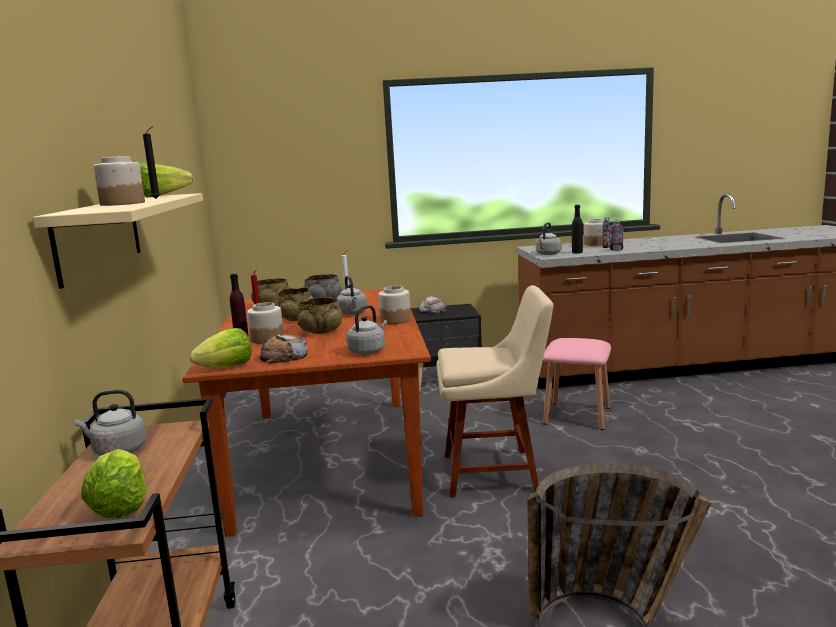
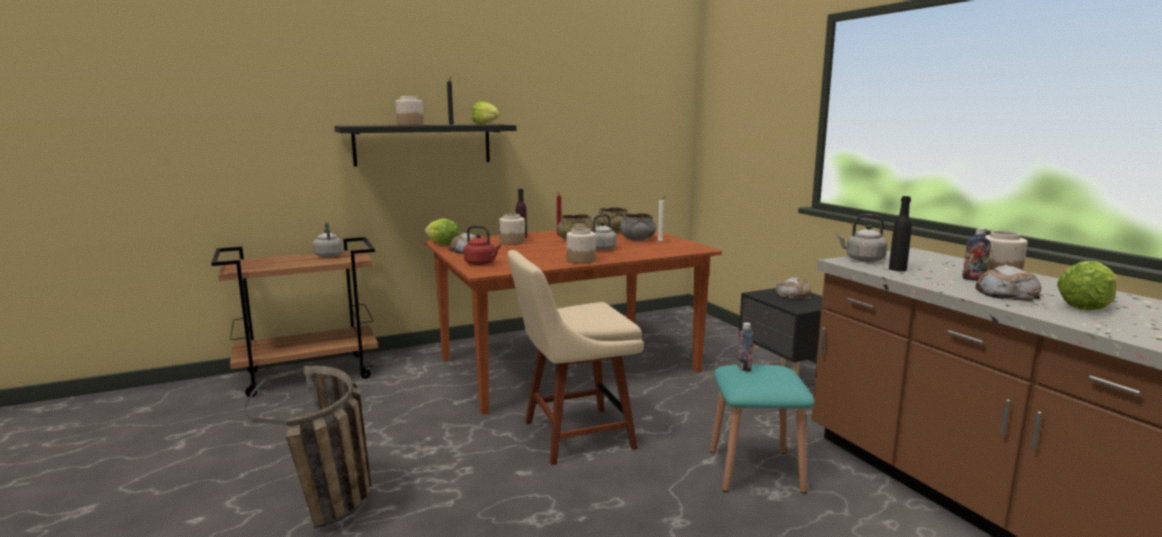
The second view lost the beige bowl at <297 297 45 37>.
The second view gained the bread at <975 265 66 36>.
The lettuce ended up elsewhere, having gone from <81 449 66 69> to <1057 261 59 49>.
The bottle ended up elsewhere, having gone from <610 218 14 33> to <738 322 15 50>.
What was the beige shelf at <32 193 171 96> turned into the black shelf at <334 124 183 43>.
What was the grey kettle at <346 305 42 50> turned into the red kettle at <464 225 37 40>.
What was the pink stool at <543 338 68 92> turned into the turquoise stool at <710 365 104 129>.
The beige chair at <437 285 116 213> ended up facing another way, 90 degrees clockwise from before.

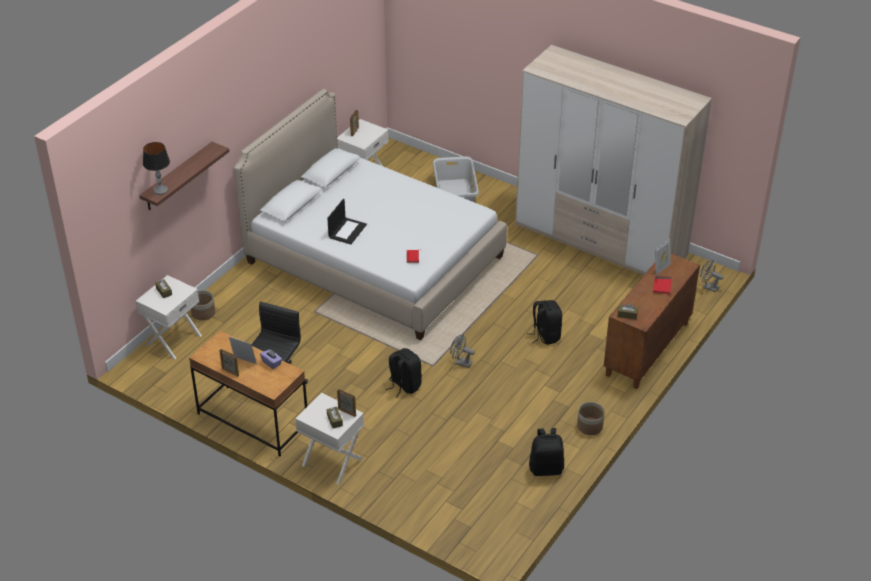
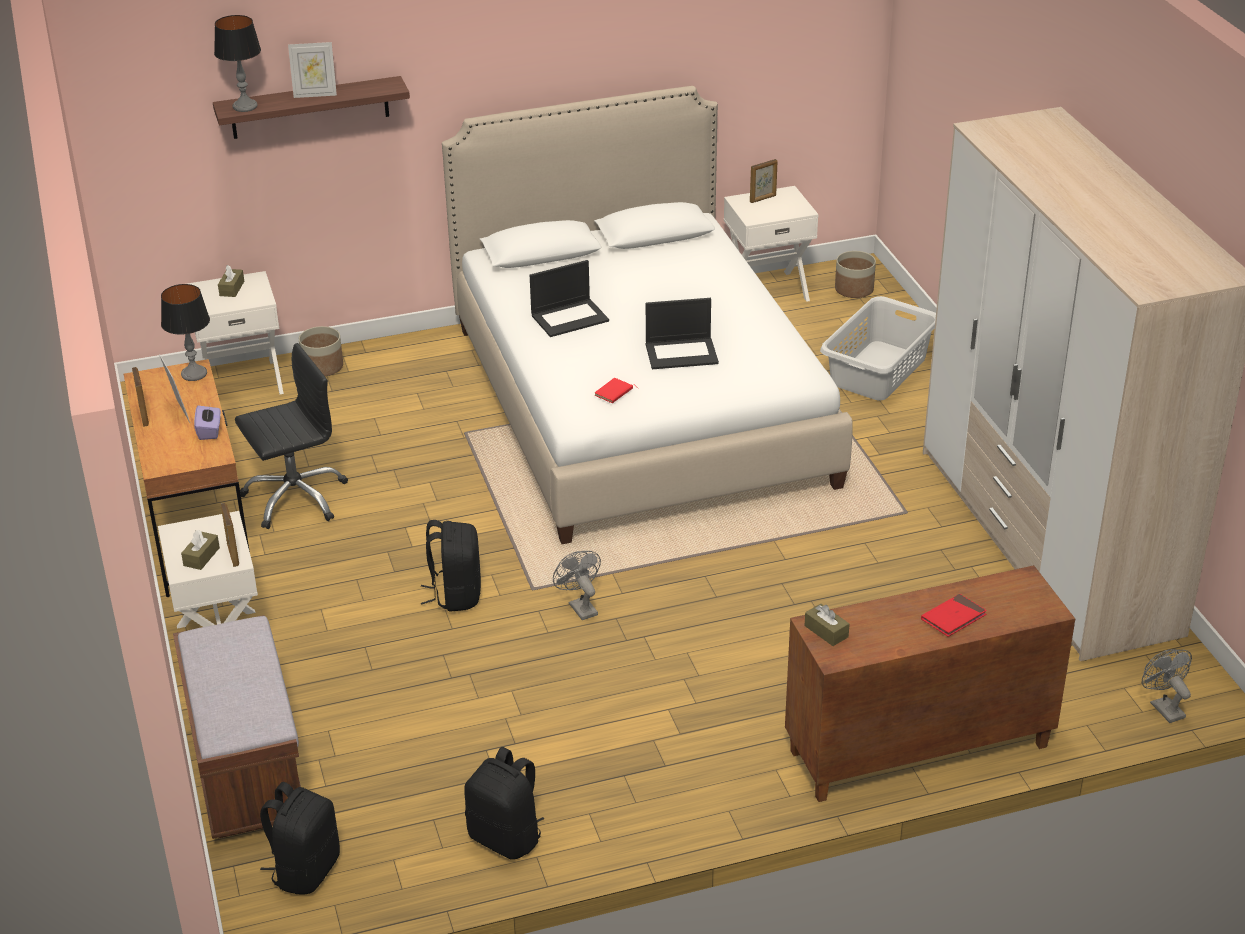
The second view gained the table lamp at <161 284 49 97>.
The second view gained the brown bench at <173 615 128 224>.
The second view gained the laptop at <646 298 73 71>.
The black backpack ended up elsewhere, having gone from <527 300 35 45> to <260 782 80 113>.
The planter ended up elsewhere, having gone from <577 402 28 33> to <835 251 41 47>.
The picture frame ended up elsewhere, having gone from <655 239 16 36> to <288 42 49 56>.

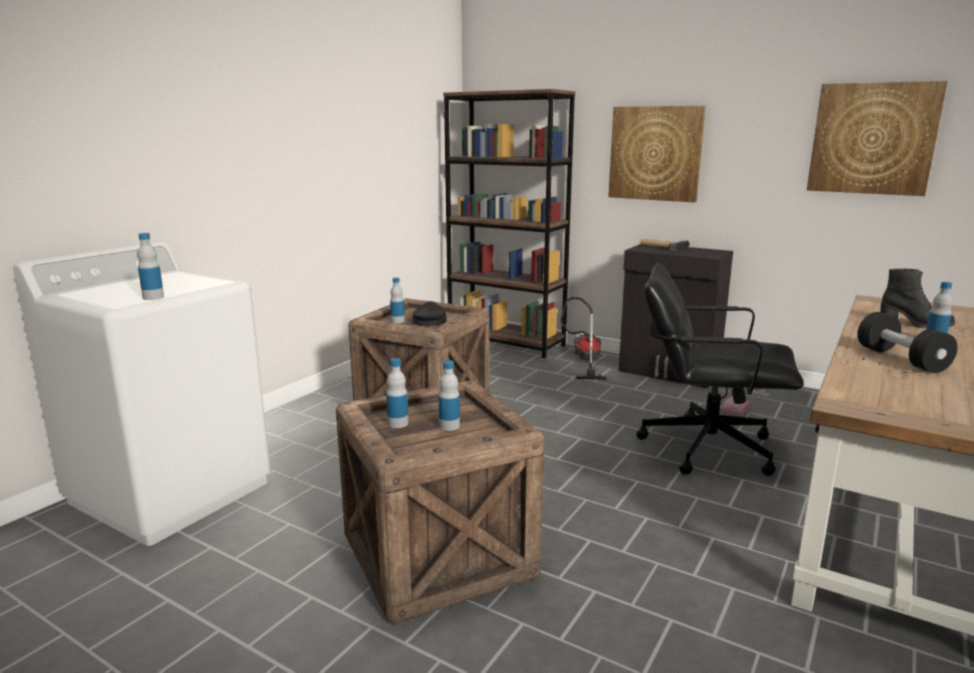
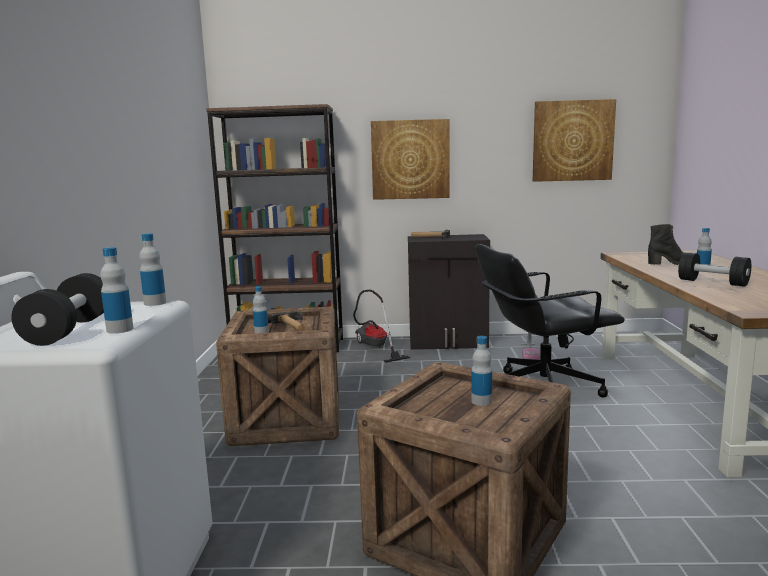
The second view gained the black dumbbell at <11 273 93 73>.
The bottle ended up elsewhere, having gone from <386 358 22 70> to <140 233 26 73>.
Where the black cap stood at <412 301 35 25>, the hammer came to stand at <268 311 37 20>.

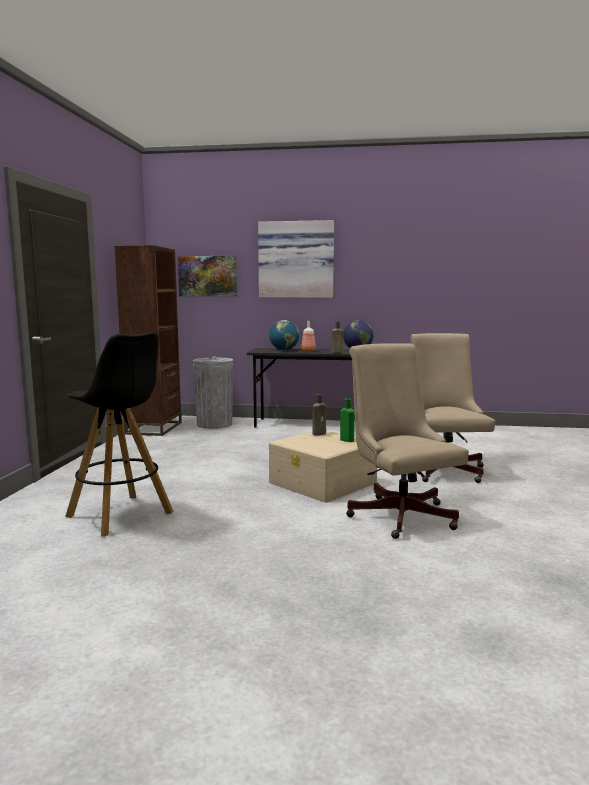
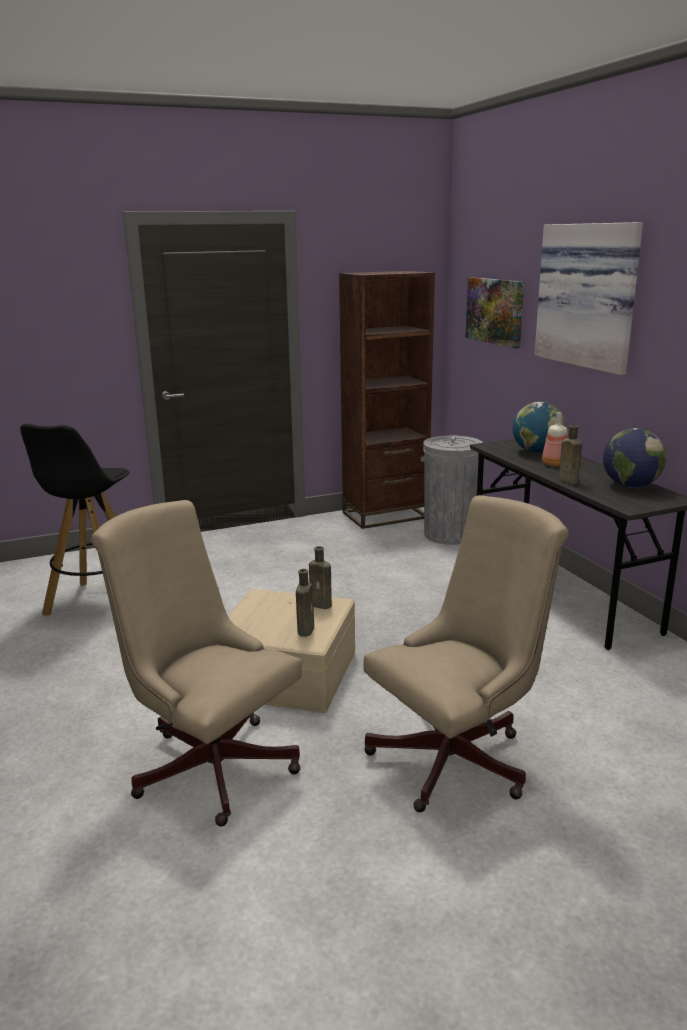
What was the green bottle at <340 398 15 44> turned into the brown bottle at <296 569 18 68>.
The beige office chair at <346 343 123 196> ended up facing another way, 90 degrees counterclockwise from before.

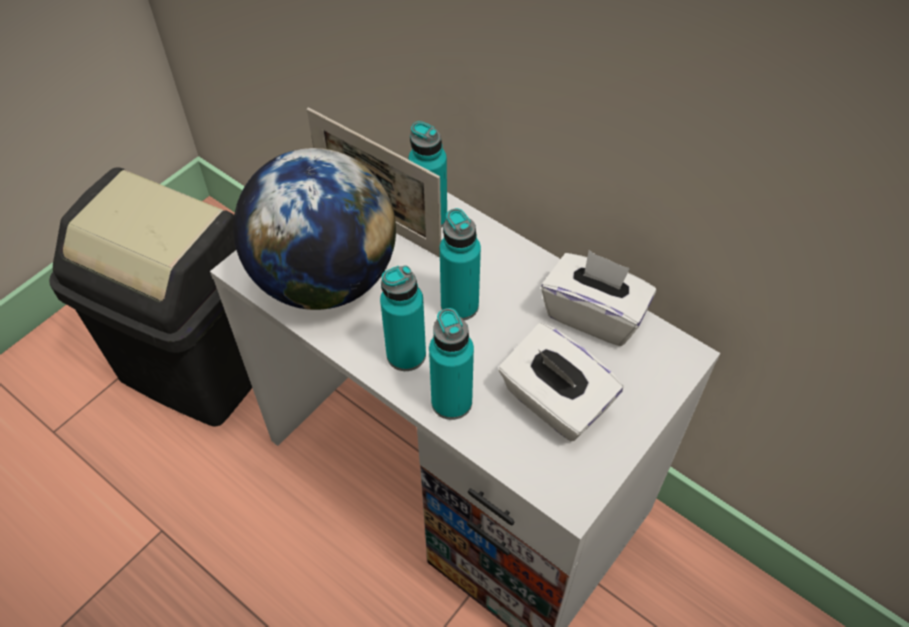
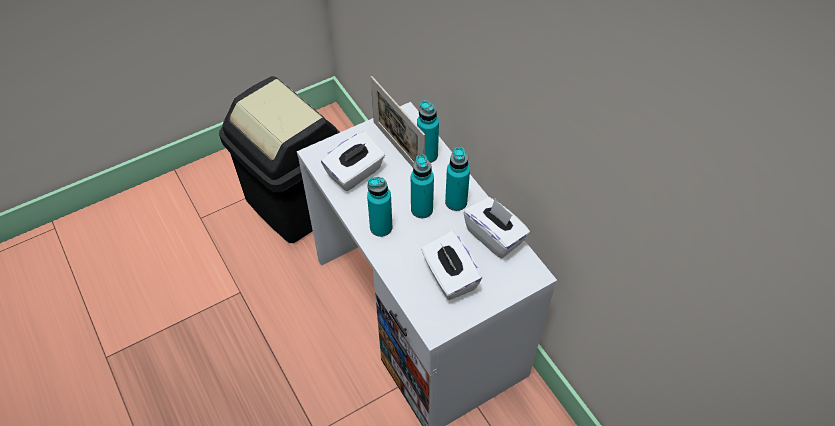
The turquoise bottle ended up elsewhere, having gone from <429 308 45 112> to <445 147 25 64>.
Where the globe stood at <233 148 163 162>, the white tissue box came to stand at <321 131 64 60>.

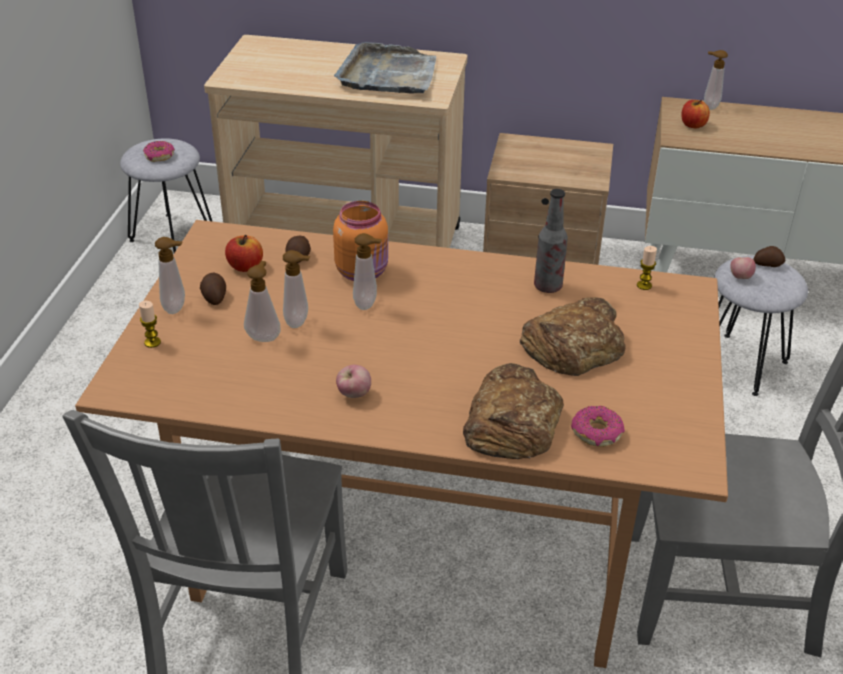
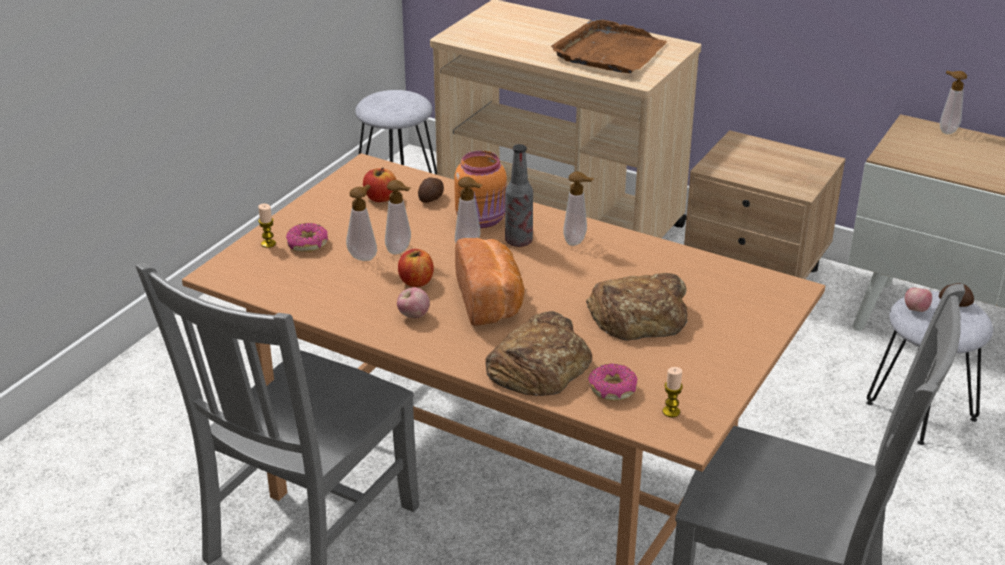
The second view lost the potato at <200 273 26 32>.
The second view gained the bread at <455 238 69 88>.
The donut ended up elsewhere, having gone from <143 141 32 21> to <286 223 42 29>.
The soap dispenser ended up elsewhere, having gone from <155 237 30 77> to <563 172 31 74>.
The bottle ended up elsewhere, having gone from <534 189 34 104> to <505 144 28 103>.
The candle ended up elsewhere, having gone from <637 246 20 44> to <662 367 21 51>.
The apple ended up elsewhere, having gone from <681 100 29 29> to <398 249 36 38>.
What was the grey tray at <334 42 102 51> turned into the brown tray at <551 19 116 55>.

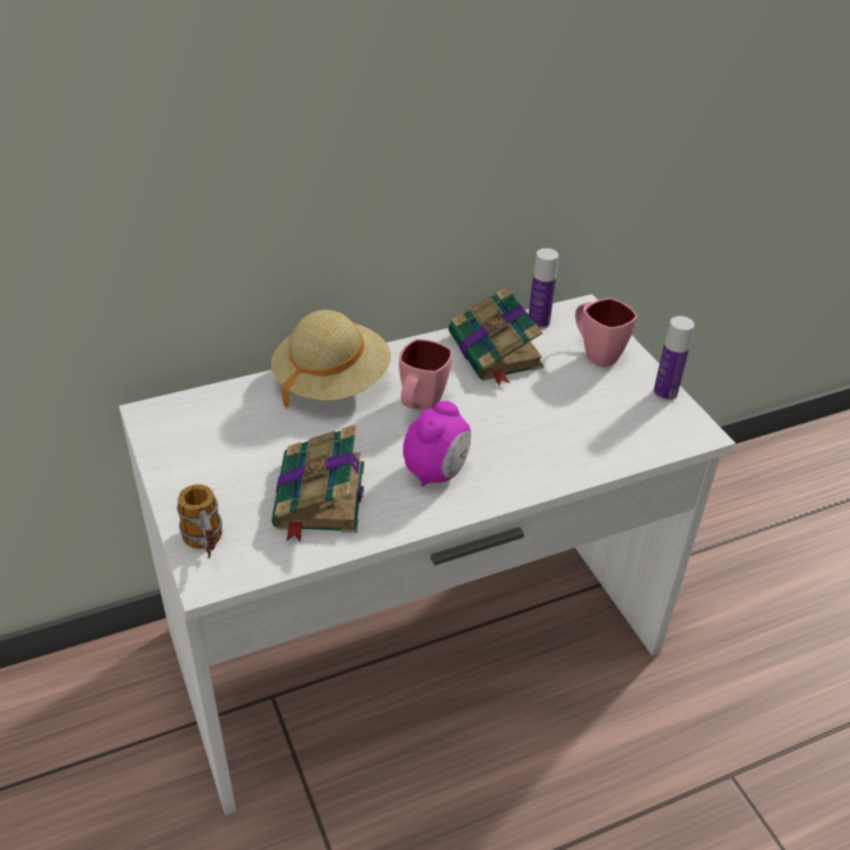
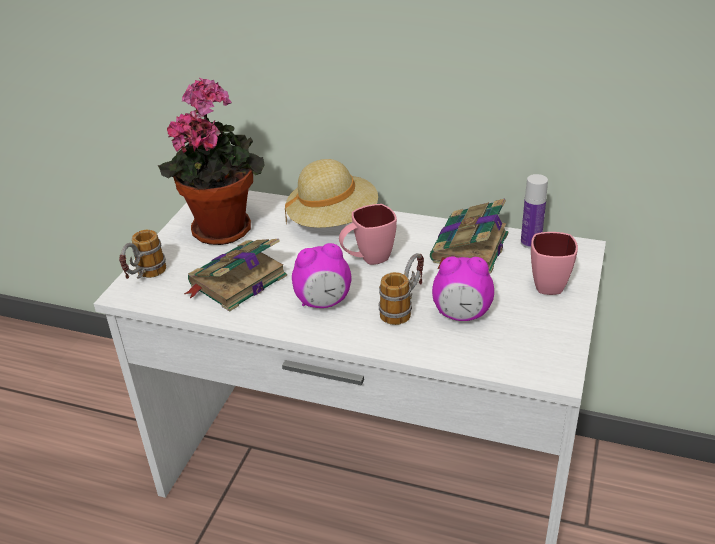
The second view lost the bottle at <653 316 42 85>.
The second view gained the potted plant at <158 78 107 167>.
The second view gained the mug at <379 253 45 72>.
The second view gained the alarm clock at <432 257 62 64>.

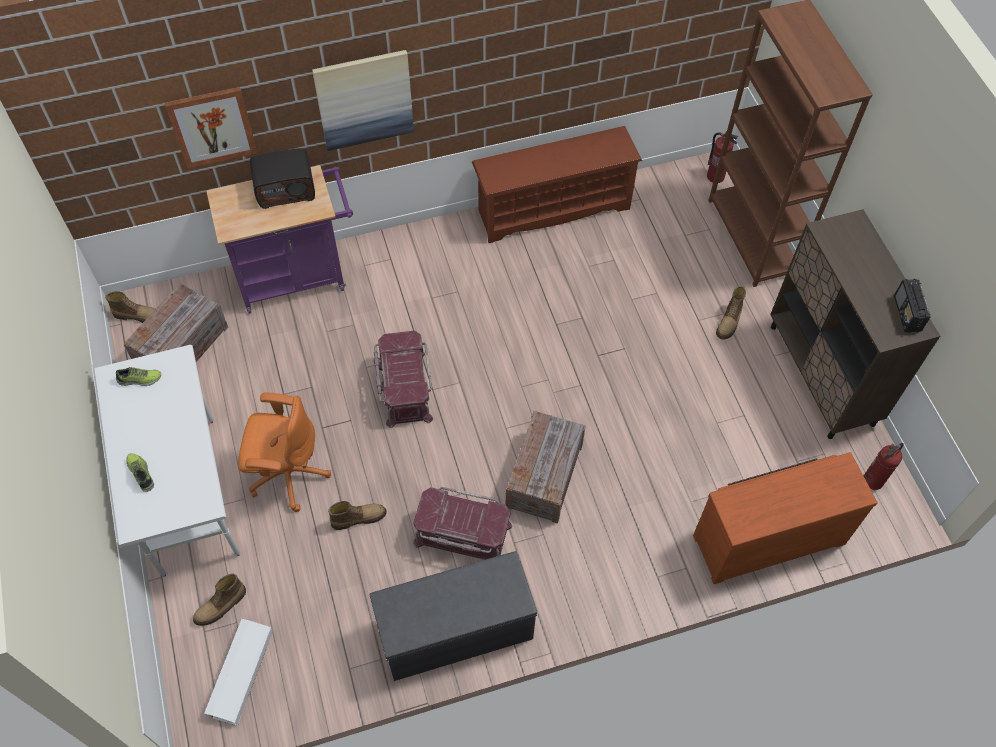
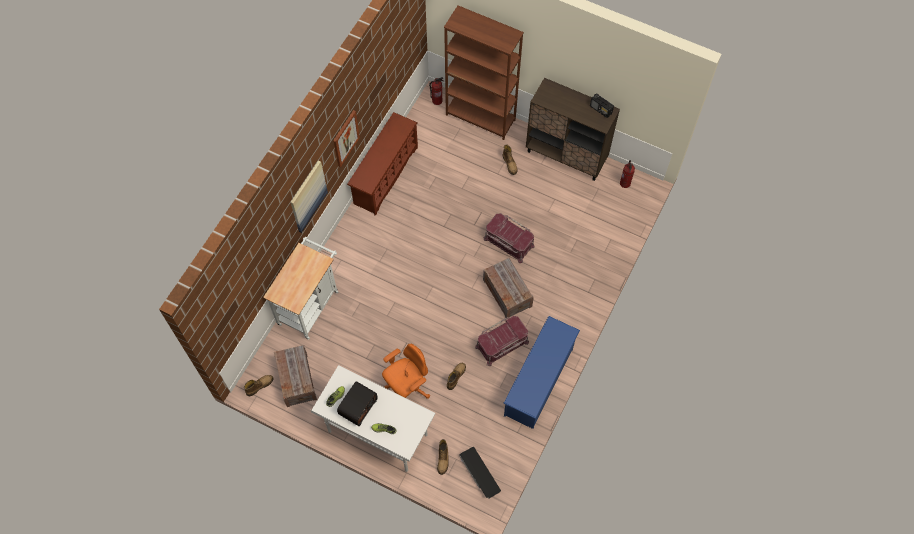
The second view lost the brown dresser at <693 452 185 132>.
The picture ended up elsewhere, having gone from <165 87 92 82> to <333 110 27 58>.
The radio ended up elsewhere, having gone from <250 148 65 61> to <337 381 40 45>.
The red storage box ended up elsewhere, having gone from <374 330 59 98> to <484 213 51 50>.
Where the grey bench stood at <370 551 167 130>, the blue shoe rack came to stand at <504 316 76 113>.
What was the white storage box at <204 619 69 107> turned into the black storage box at <459 446 42 52>.
What was the purple cart at <206 165 147 149> turned into the white cart at <263 237 75 103>.

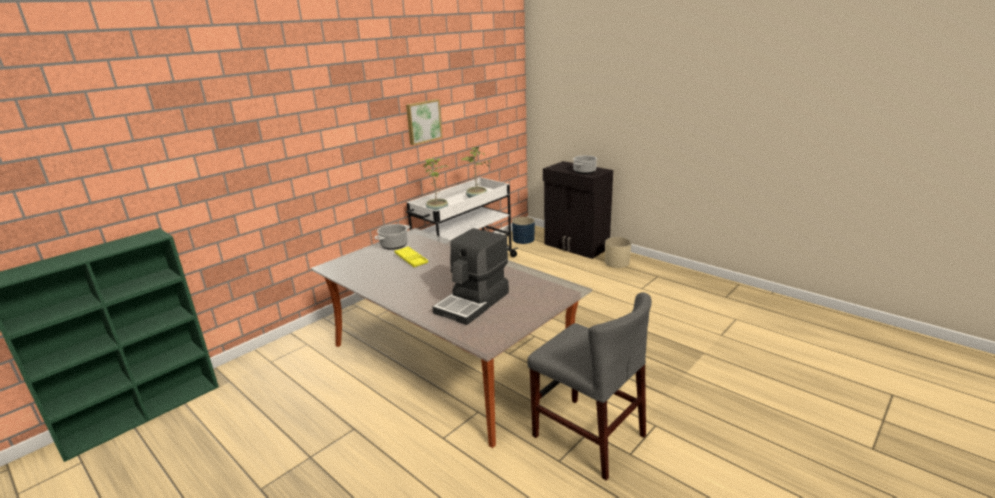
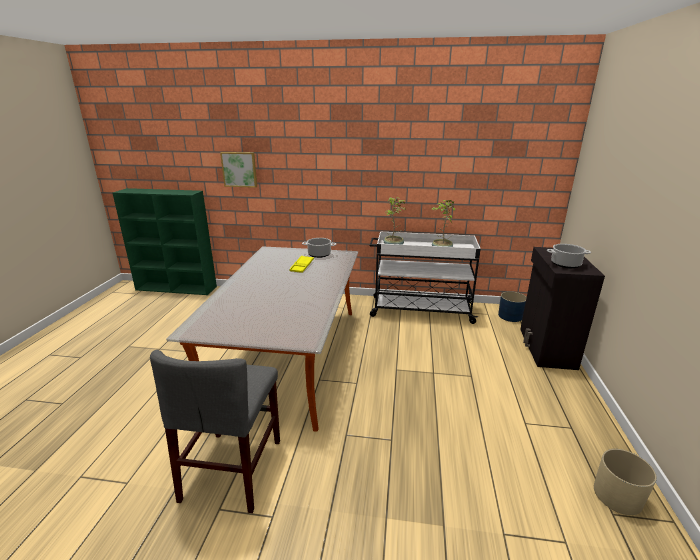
The second view lost the coffee machine at <432 228 77 97>.
The picture ended up elsewhere, having gone from <406 99 36 46> to <220 152 37 36>.
The beige planter ended up elsewhere, having gone from <605 237 26 31> to <594 449 63 66>.

